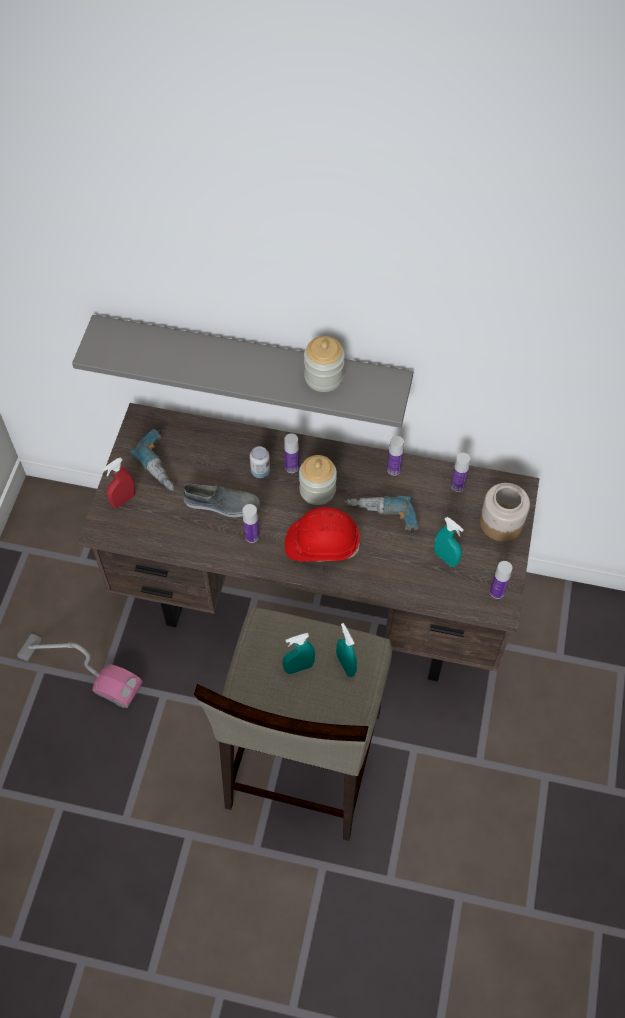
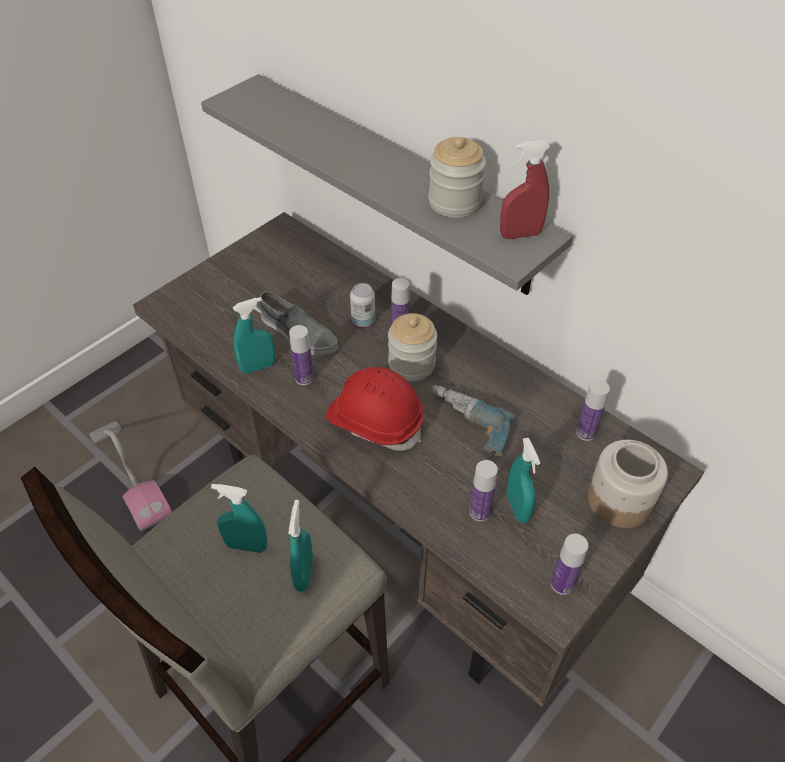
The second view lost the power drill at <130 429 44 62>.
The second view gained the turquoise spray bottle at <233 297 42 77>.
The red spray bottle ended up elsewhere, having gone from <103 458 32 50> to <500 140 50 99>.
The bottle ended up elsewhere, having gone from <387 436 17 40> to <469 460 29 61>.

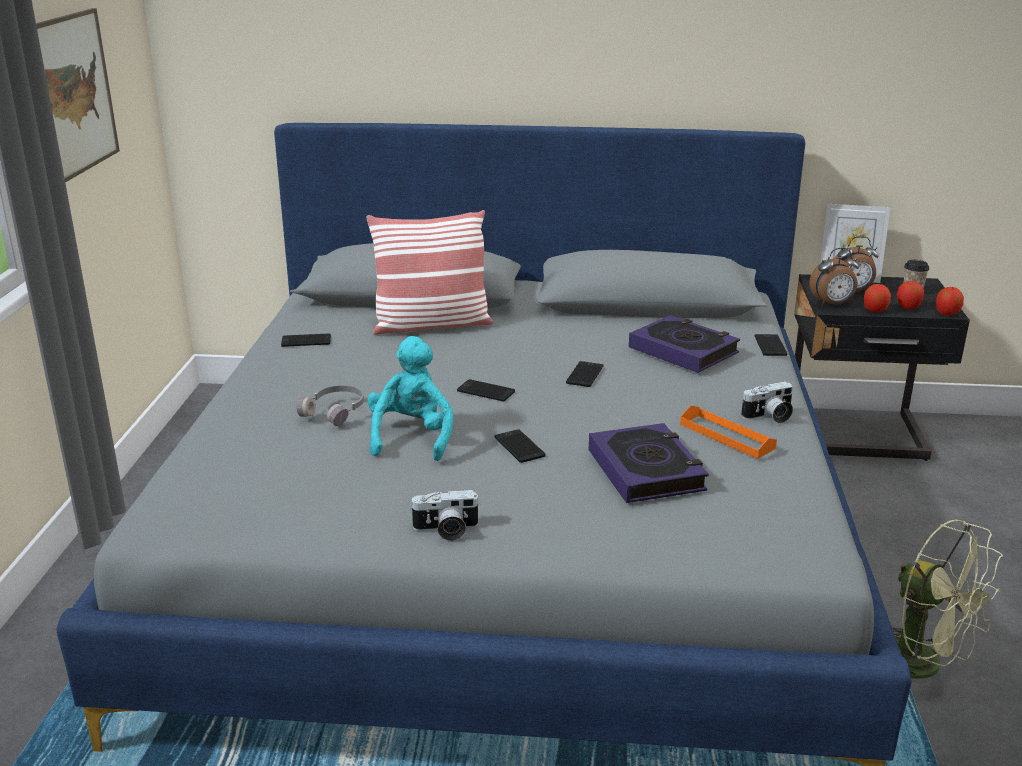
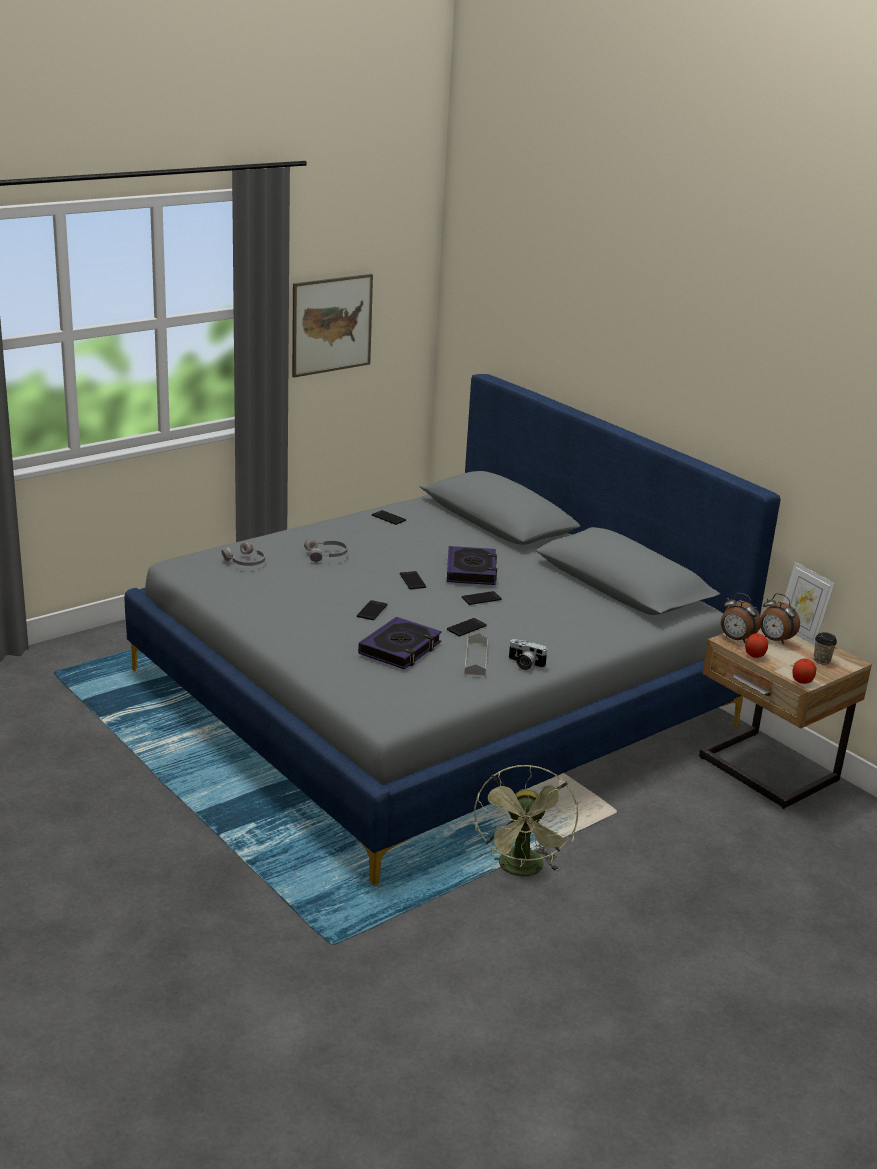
The second view lost the pillow at <366 210 127 125>.
The second view lost the turquoise plush toy at <367 336 87 125>.
The second view lost the photo camera at <409 490 71 51>.
The second view lost the apple at <897 281 27 29>.
The second view gained the grey headphones at <221 541 44 25>.
The book ended up elsewhere, having gone from <629 315 111 58> to <447 546 50 39>.
The phone ended up elsewhere, having gone from <755 334 32 22> to <447 618 40 18>.
What was the orange tray at <680 405 97 54> turned into the grey tray at <464 633 24 42>.
What was the black nightstand at <794 274 176 187> turned into the beige nightstand at <699 628 173 181>.

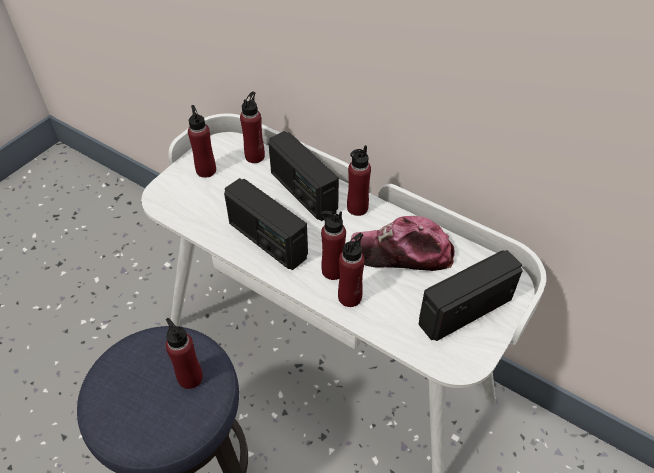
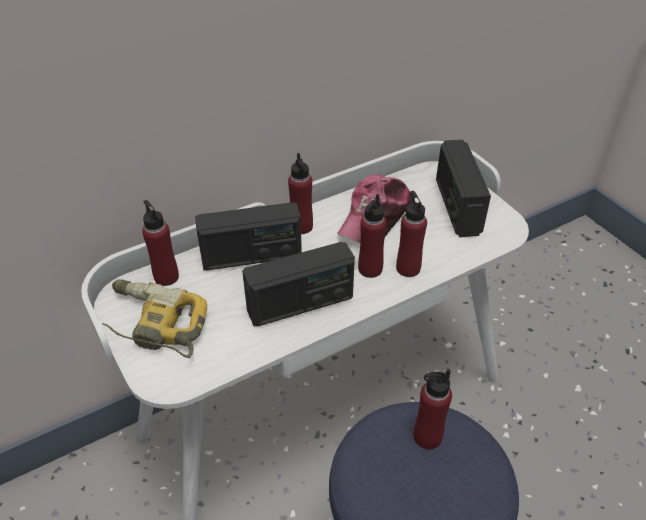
Where the red bottle stood at <188 105 28 73>, the power drill came to stand at <103 279 104 79>.

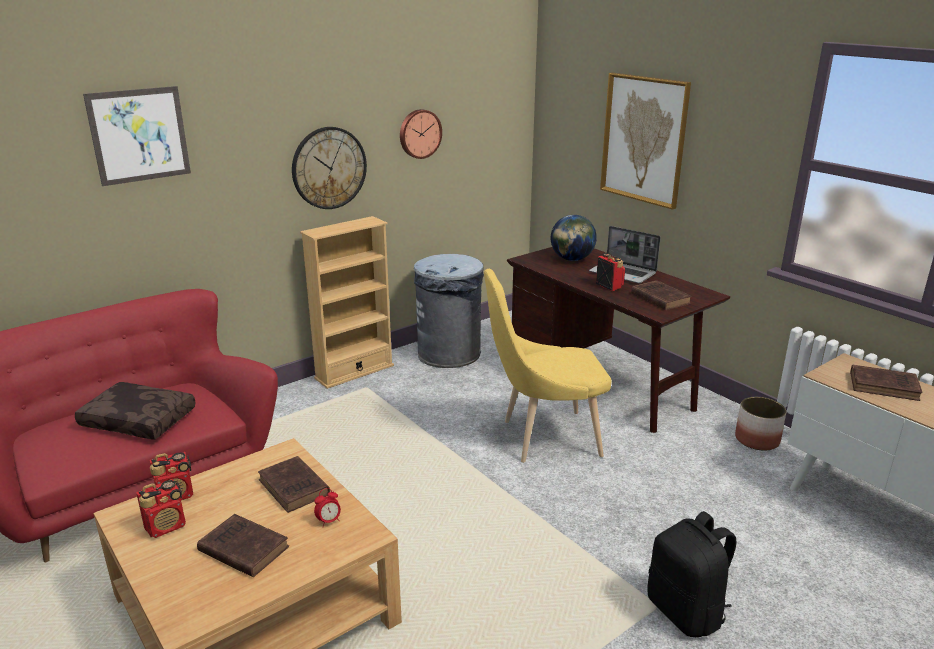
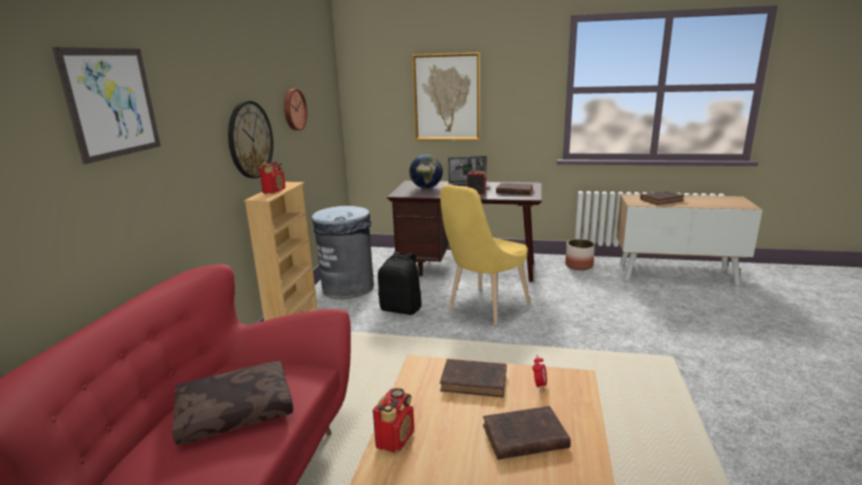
The radio ended up elsewhere, having gone from <136 479 50 59> to <259 161 27 33>.
The black backpack ended up elsewhere, having gone from <647 511 89 126> to <378 252 44 63>.

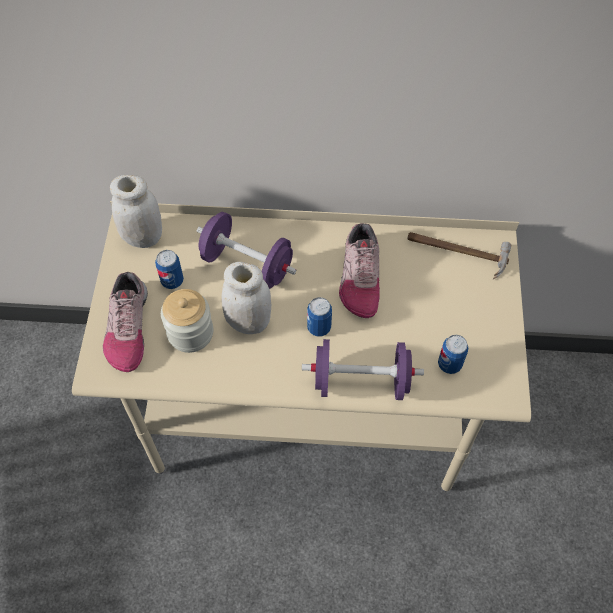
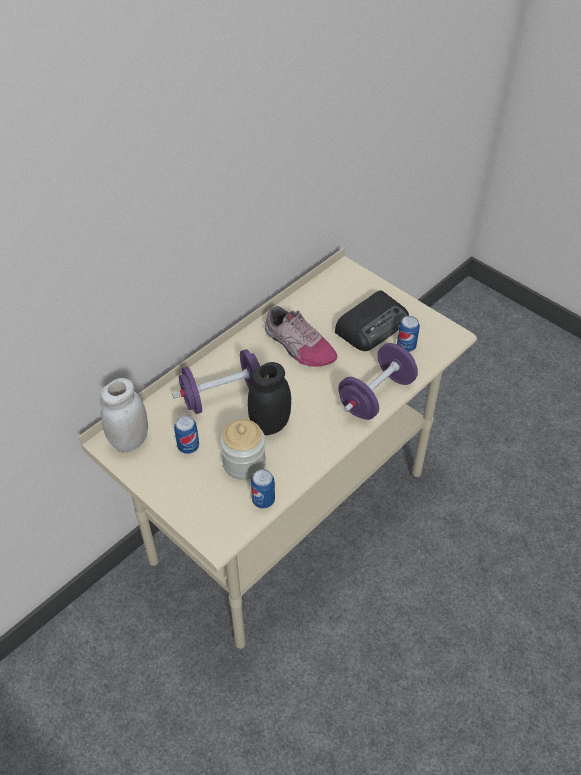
The second view lost the shoe at <103 272 45 100>.
The second view lost the hammer at <407 232 104 47>.
The second view gained the radio at <335 290 74 61>.
The can ended up elsewhere, having gone from <307 297 25 40> to <251 469 24 40>.
What was the white jar at <221 262 50 72> turned into the black jar at <248 362 43 73>.

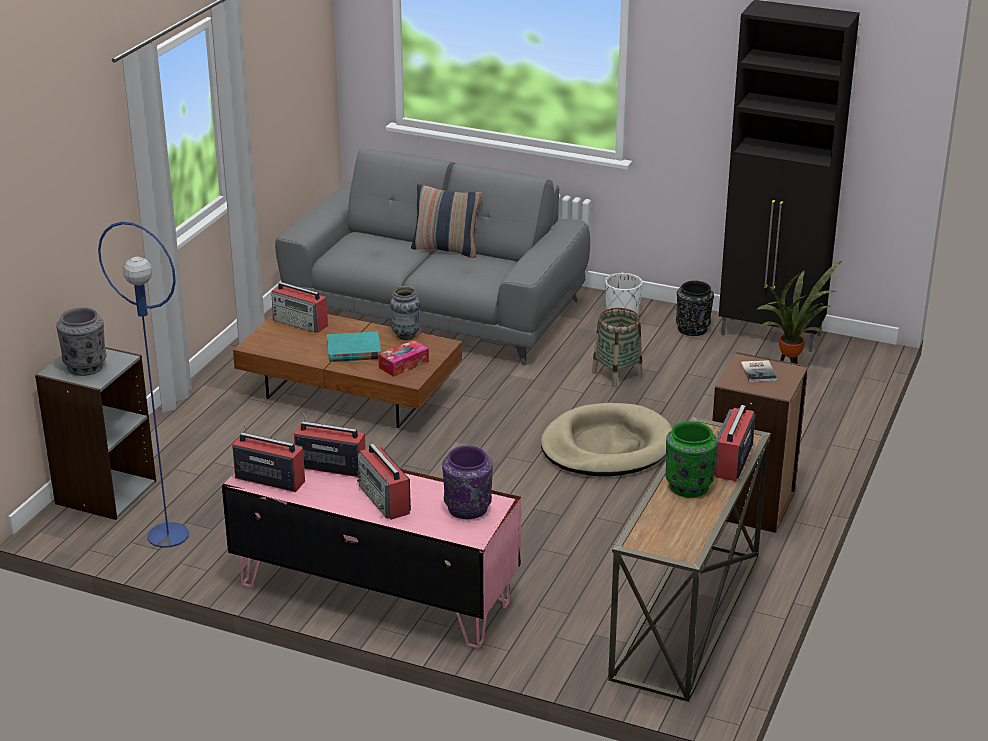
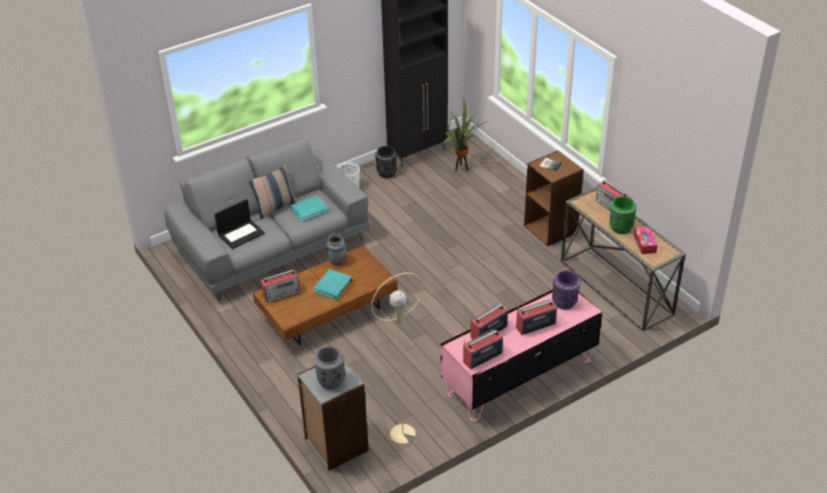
The second view lost the beige dog bed at <541 403 131 74>.
The second view lost the basket at <592 308 51 79>.
The second view gained the laptop at <215 199 50 50>.
The second view gained the turquoise book at <290 196 39 26>.
The tissue box ended up elsewhere, having gone from <378 340 51 37> to <634 227 24 27>.
What was the blue floor lamp at <98 222 91 326> turned into the beige floor lamp at <371 273 52 171>.
The radio at <356 444 55 76> ended up facing another way, 150 degrees clockwise from before.

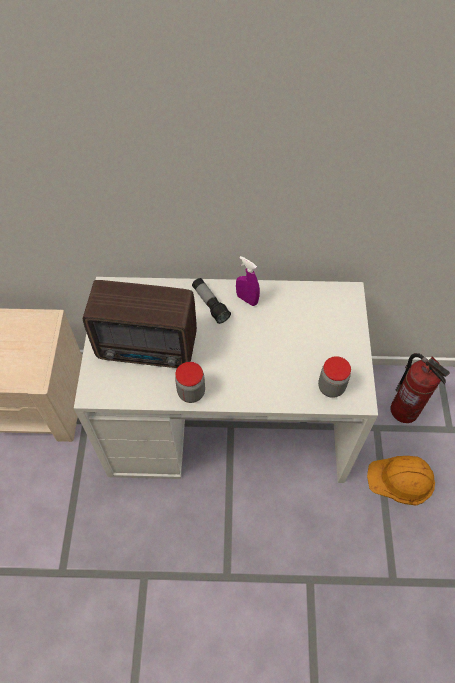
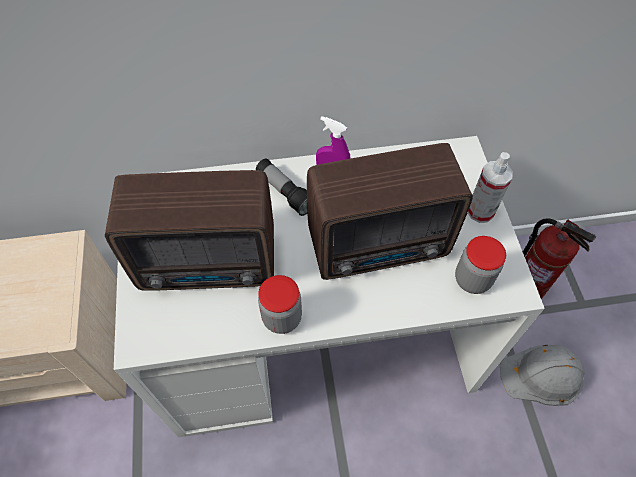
The second view gained the radio at <307 143 166 137>.
The second view gained the spray bottle at <468 152 45 71>.
What was the orange hard hat at <367 456 68 50> turned into the grey hard hat at <500 345 85 61>.

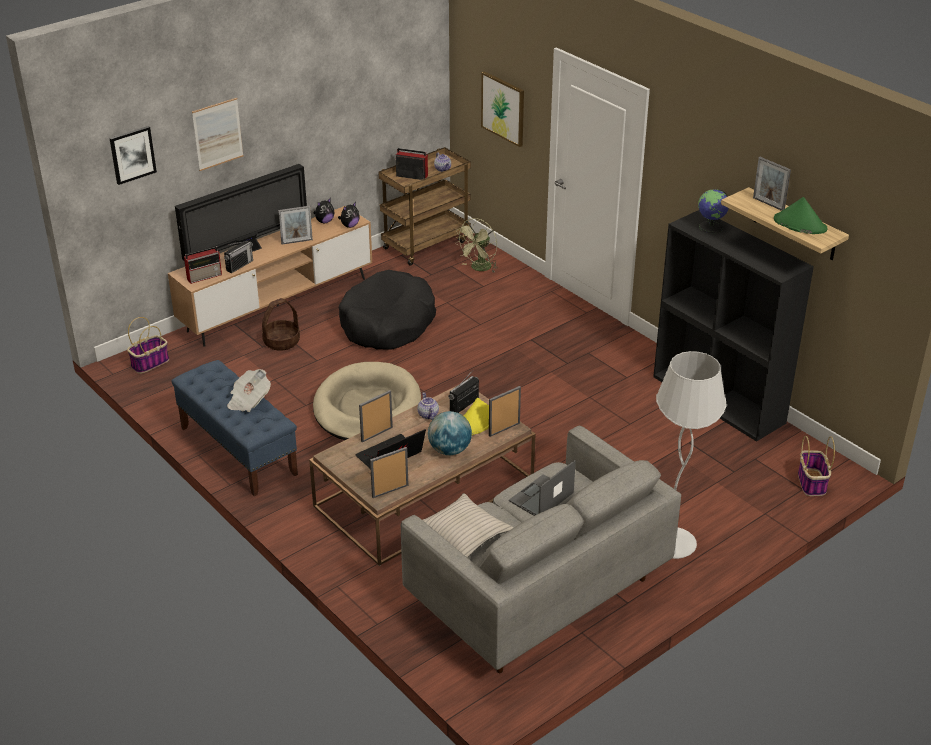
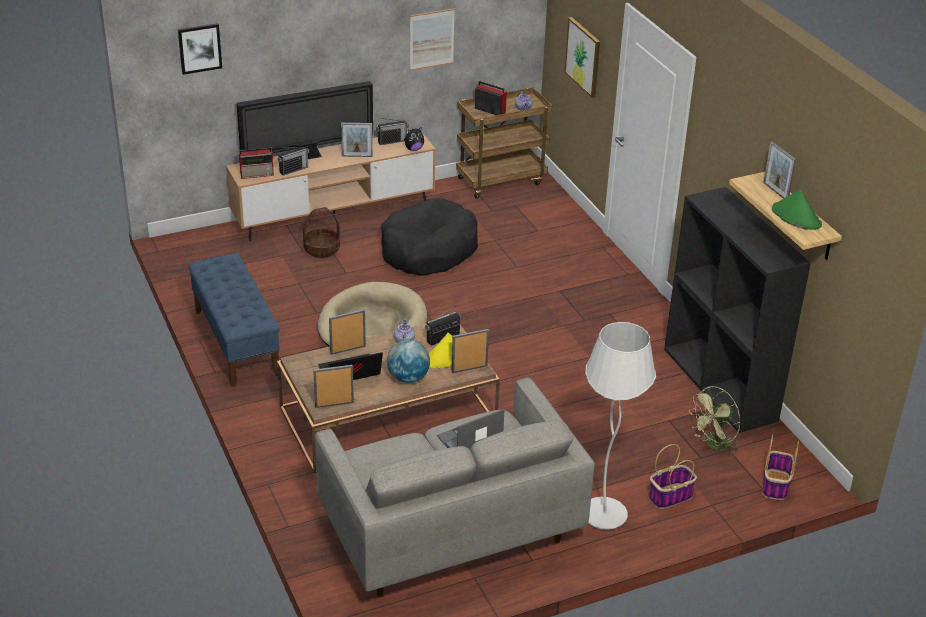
The second view lost the newspaper at <227 369 44 43>.
The second view lost the beige pillow at <423 493 91 65>.
The second view lost the globe at <698 189 31 44>.
The basket ended up elsewhere, having gone from <127 317 42 57> to <649 444 48 65>.
The picture ended up elsewhere, having gone from <192 98 51 73> to <410 9 45 62>.
The green fan ended up elsewhere, having gone from <455 218 44 55> to <689 386 52 70>.
Where the plush toy stood at <314 198 20 25>, the radio came to stand at <376 118 33 27>.

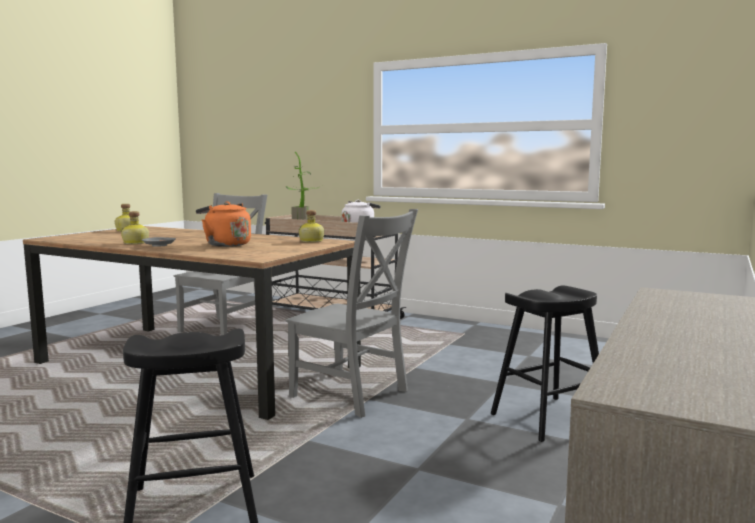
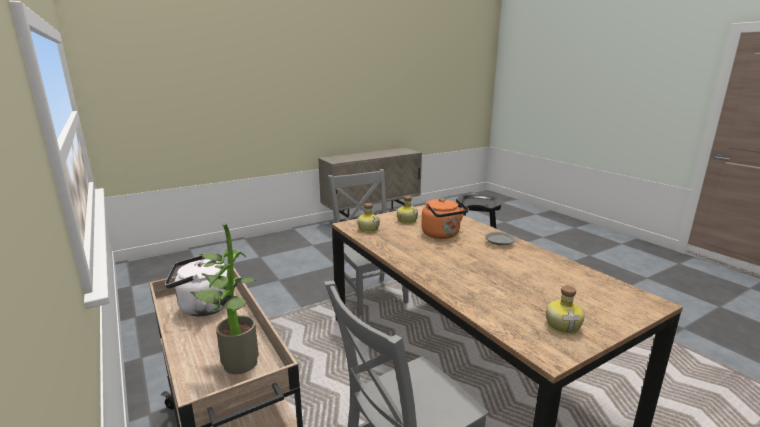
The second view lost the black stool at <491 285 108 157>.
The bottle ended up elsewhere, having gone from <121 211 28 33> to <397 196 21 28>.

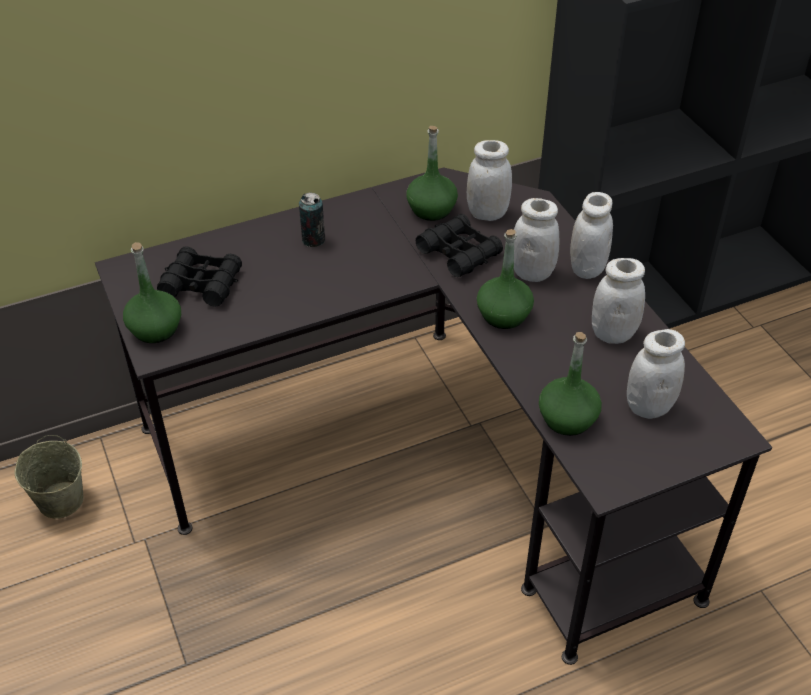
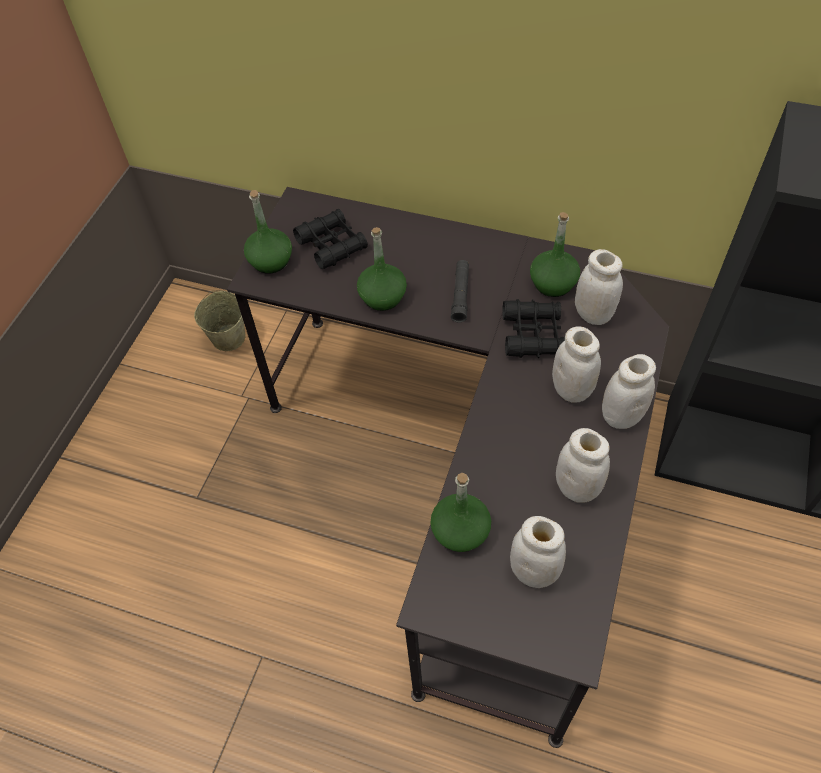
The second view lost the can at <299 192 26 55>.
The second view gained the black flashlight at <451 260 18 62>.
The green bottle ended up elsewhere, having gone from <477 229 57 100> to <357 227 50 84>.

